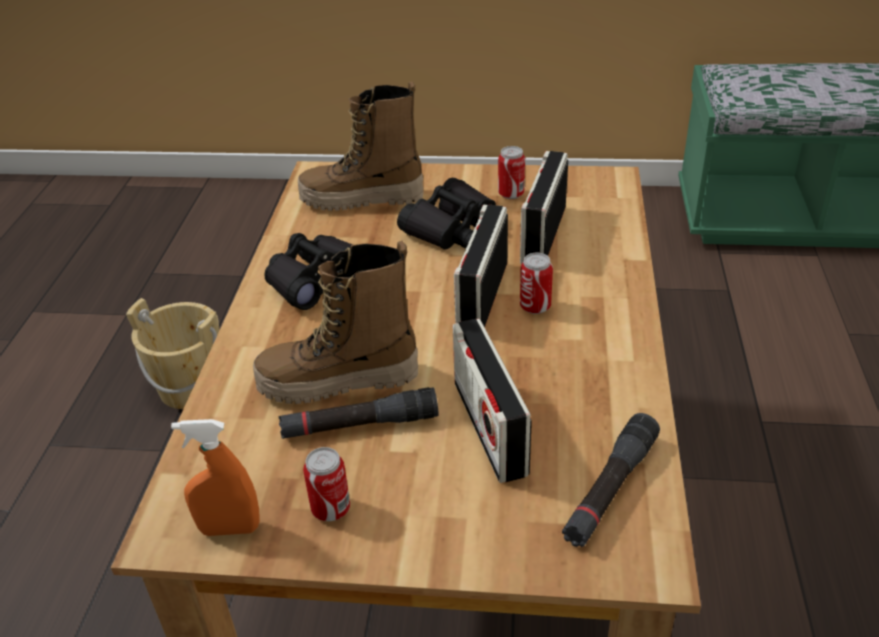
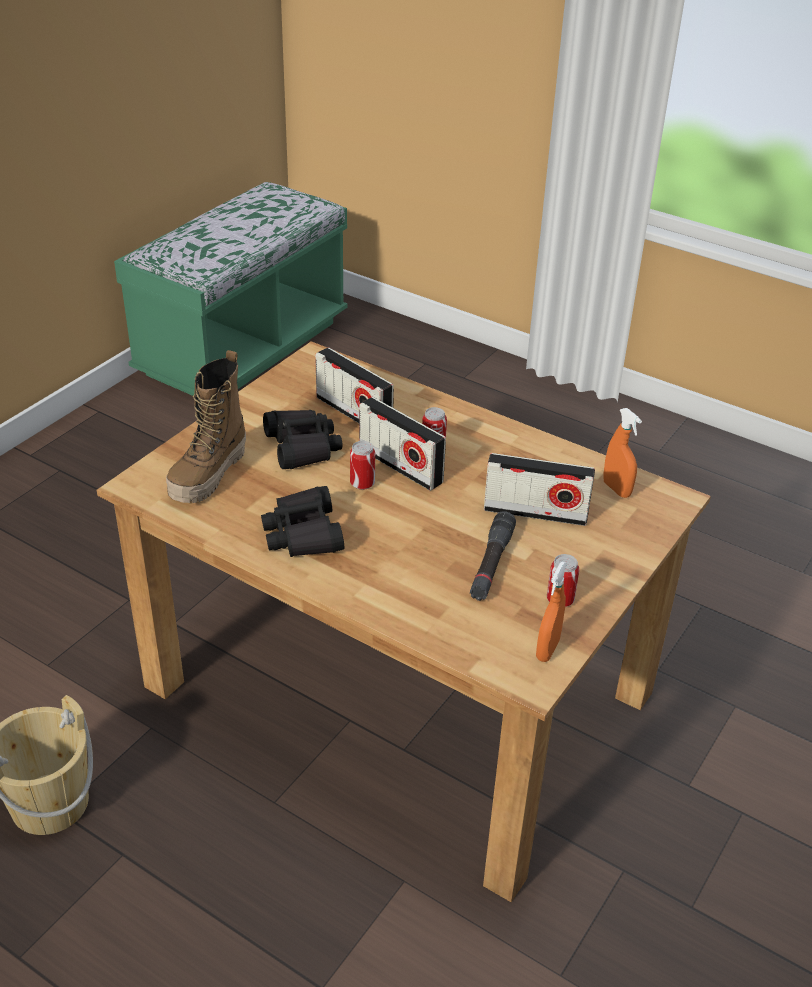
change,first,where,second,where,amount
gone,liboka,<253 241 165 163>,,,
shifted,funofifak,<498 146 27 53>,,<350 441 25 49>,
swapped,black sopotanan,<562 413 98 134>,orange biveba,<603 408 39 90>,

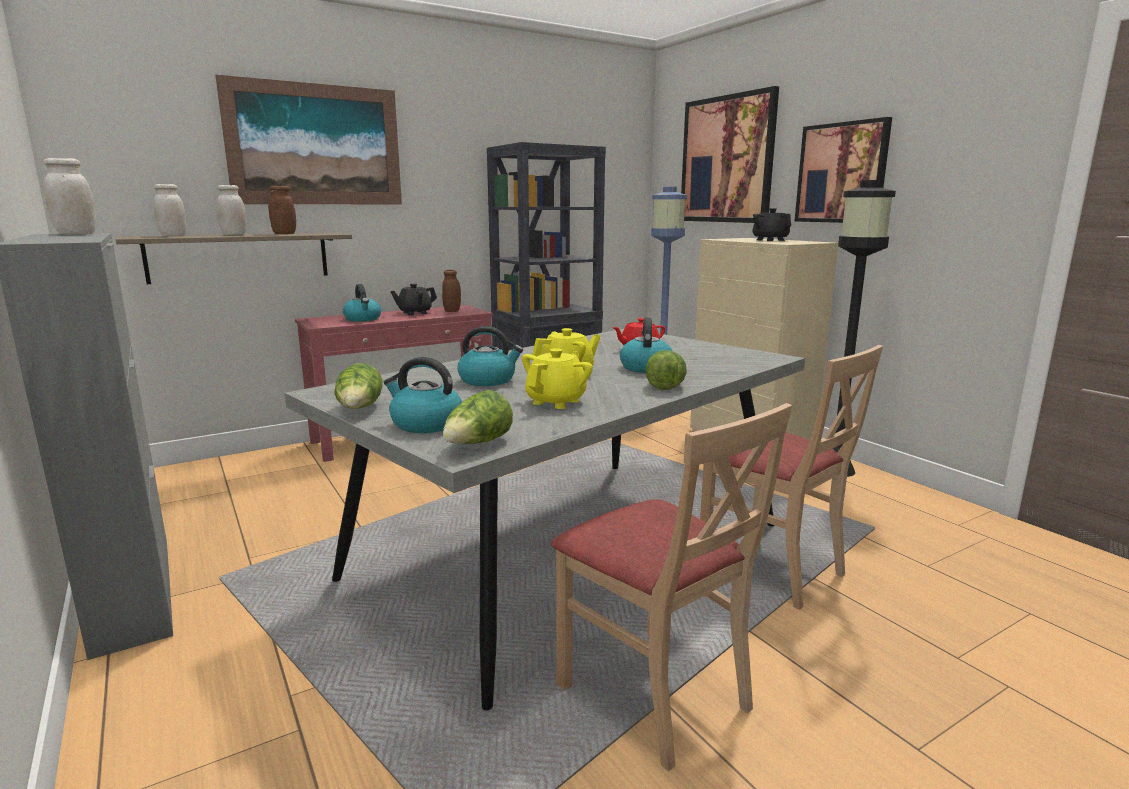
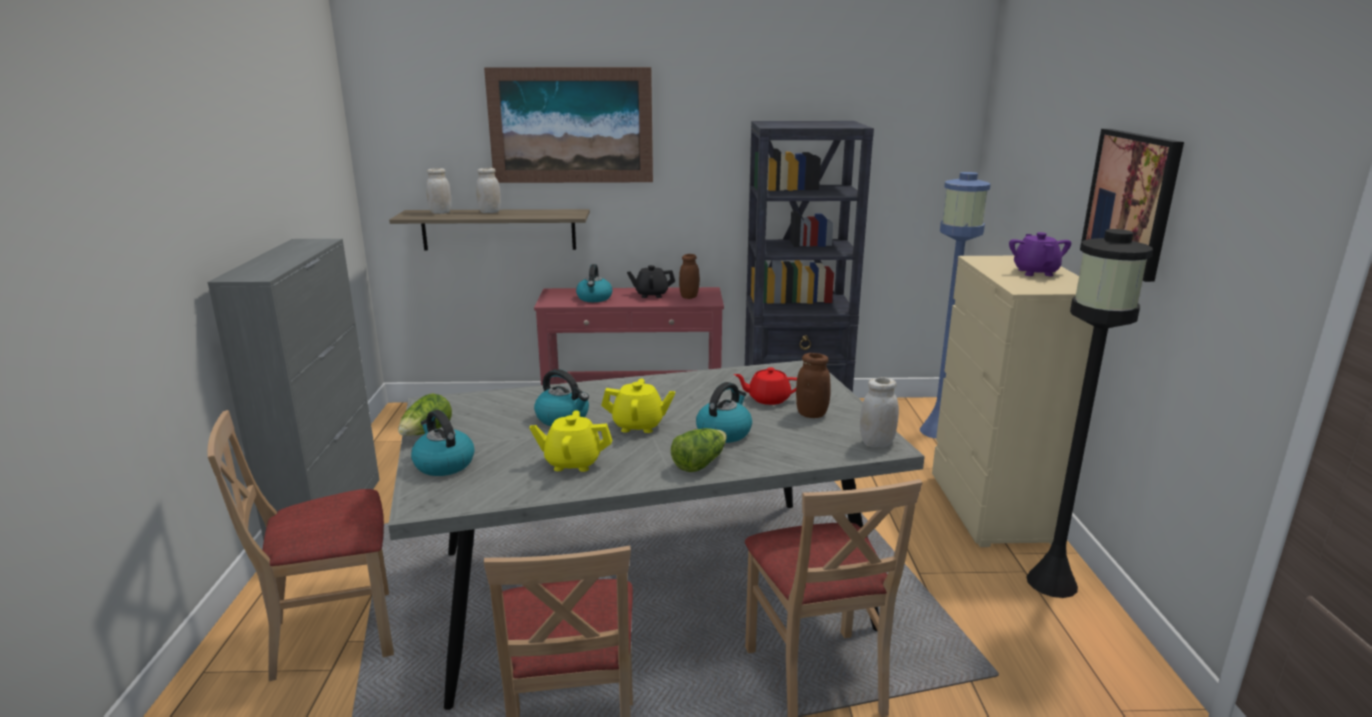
change,first,where,second,where,amount
gone,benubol,<443 390 70 54>,,,
gone,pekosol,<681 86 98 137>,,,
new,,,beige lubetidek,<207 410 187 272>,
shifted,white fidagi,<44 158 52 77>,,<860 377 39 71>,
shifted,brown fidagi,<268 186 28 48>,,<796 353 35 65>,
repainted,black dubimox,<753 208 38 33>,purple dubimox,<1009 232 62 44>,
rotated,yellow dubimox,<522 348 71 61>,,<529 410 83 62>,150 degrees counterclockwise

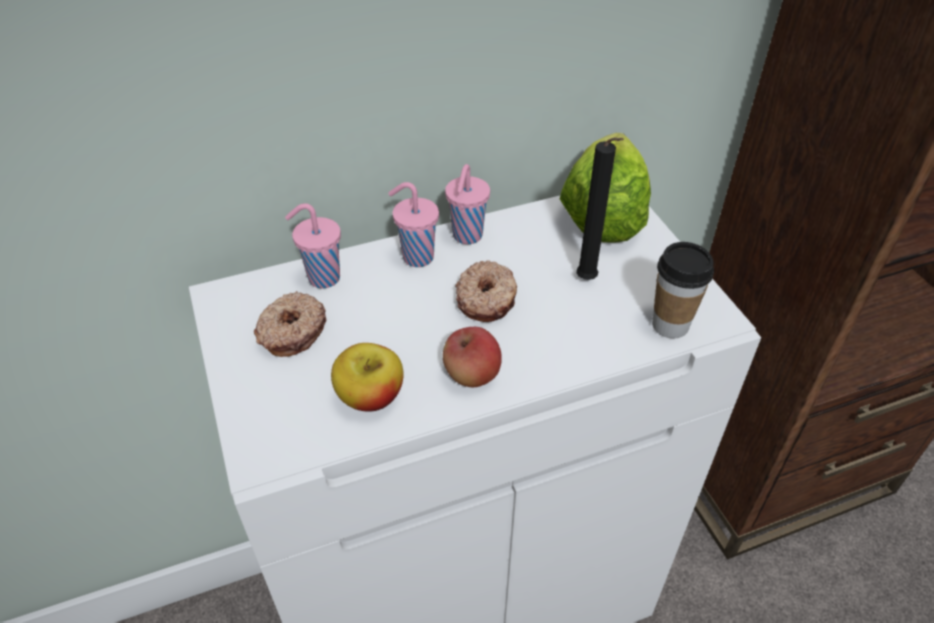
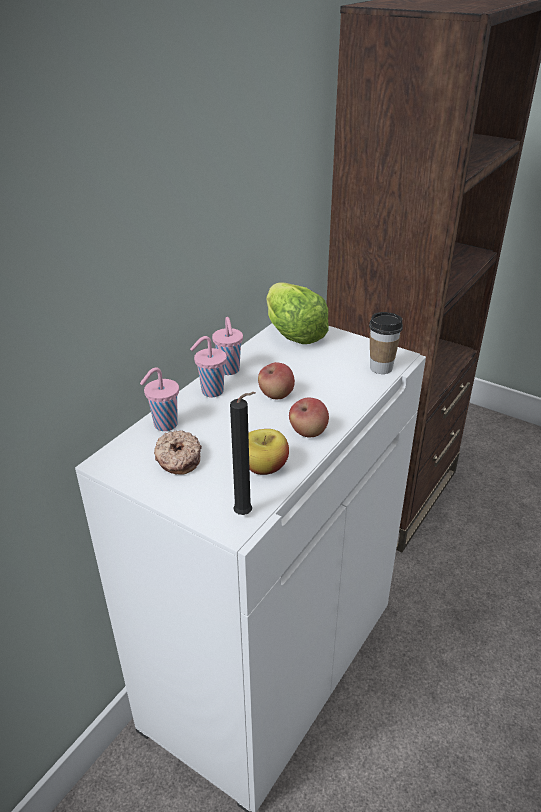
change,first,where,second,where,amount
shifted,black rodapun,<576 137 48 143>,,<230 392 25 123>,
swapped,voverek,<455 260 62 62>,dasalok,<258 362 37 37>,

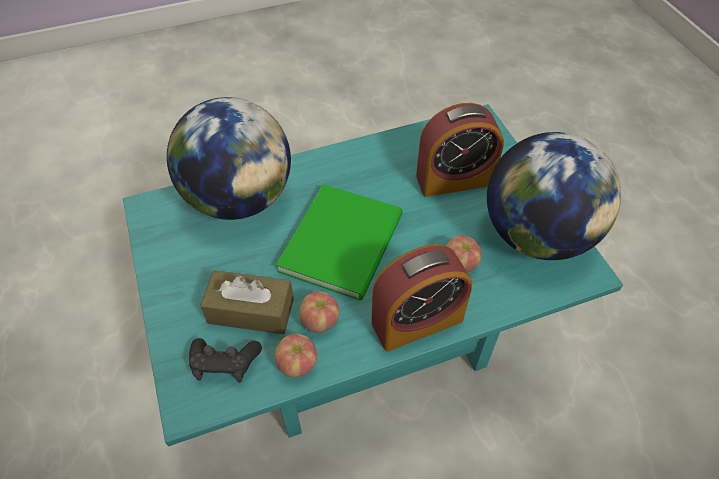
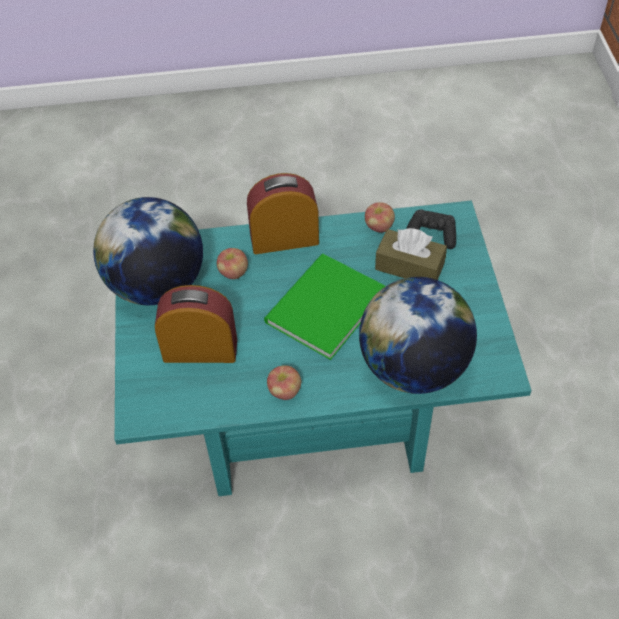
change,first,where,second,where,amount
shifted,dasalok,<299 291 41 42>,,<267 365 34 35>,

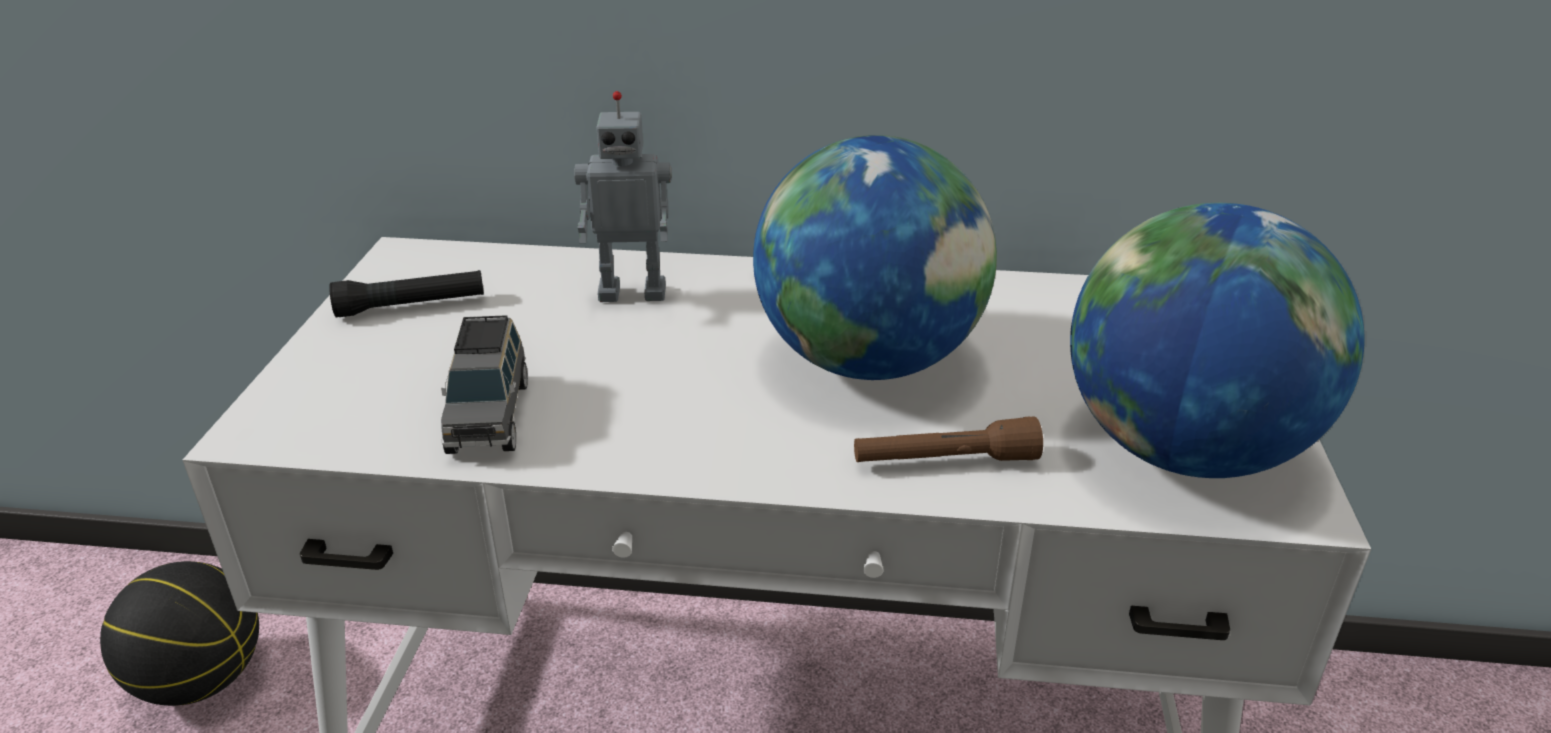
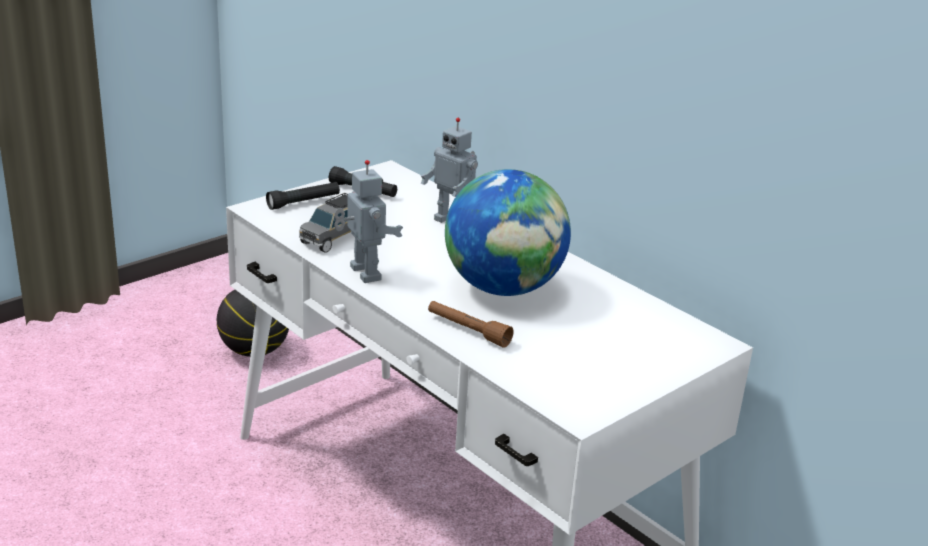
change,first,where,second,where,amount
gone,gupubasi,<1070 203 295 275>,,,
new,,,black sopotanan,<266 182 74 28>,
new,,,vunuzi,<334 160 69 123>,

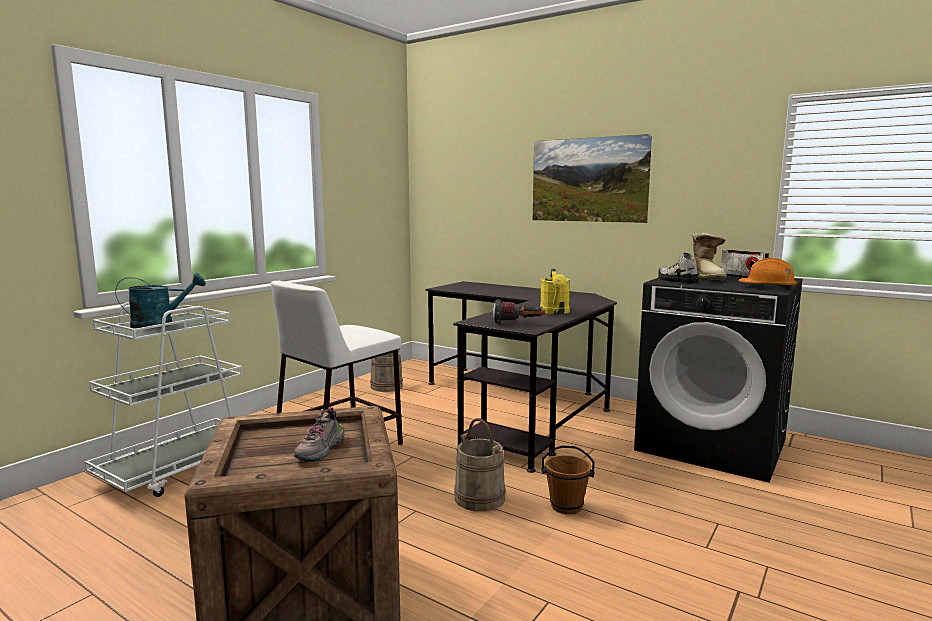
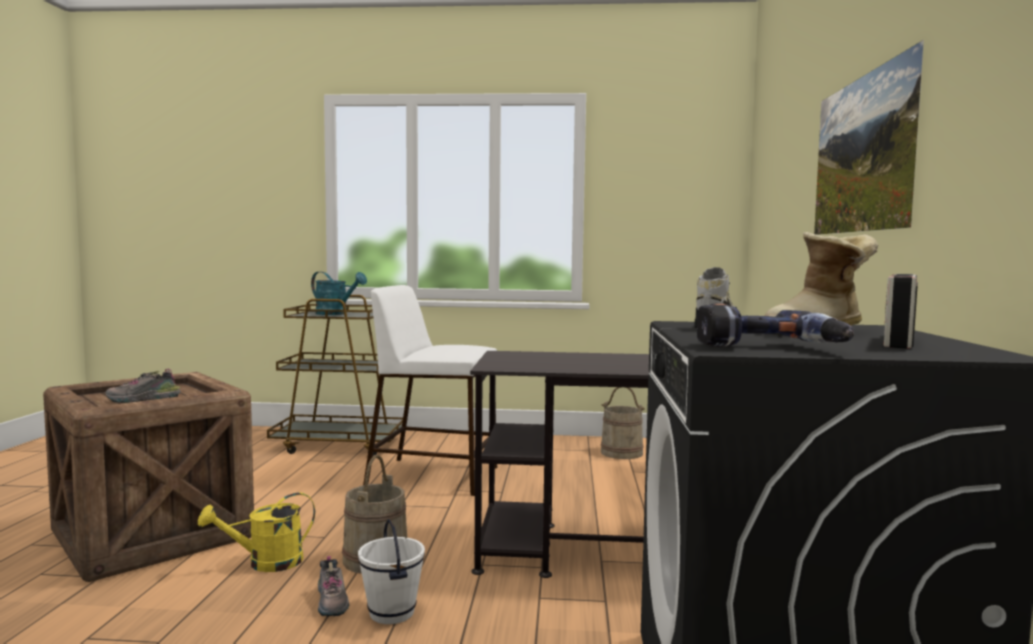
change,first,where,second,where,amount
gone,sopotanan,<493 300 52 23>,,,
new,,,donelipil,<318 556 31 61>,
shifted,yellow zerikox,<540 269 30 45>,,<198 493 117 79>,
swapped,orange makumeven,<738 258 60 32>,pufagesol,<696 303 158 44>,
repainted,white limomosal,<85 302 158 195>,brown limomosal,<267 295 136 161>,
repainted,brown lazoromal,<541 445 54 69>,white lazoromal,<358 519 67 105>,

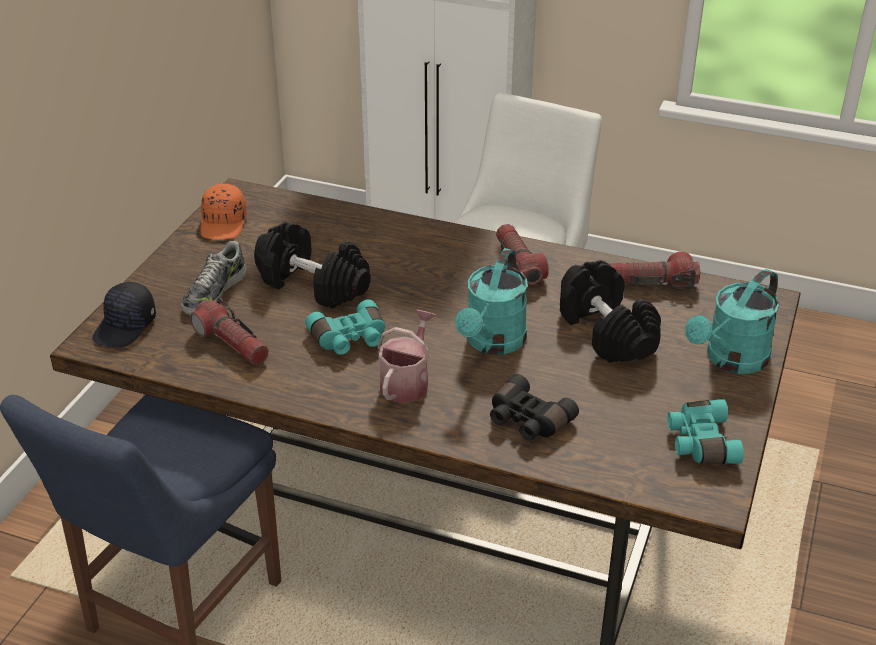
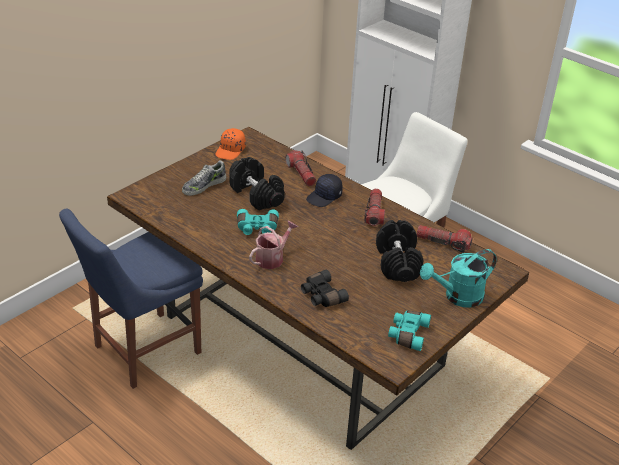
change,first,where,second,where,amount
gone,turquoise zerikox,<455 248 73 107>,,,
shifted,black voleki,<92 282 64 65>,,<306 174 37 33>,
shifted,sopotanan,<190 298 79 67>,,<285 150 31 36>,

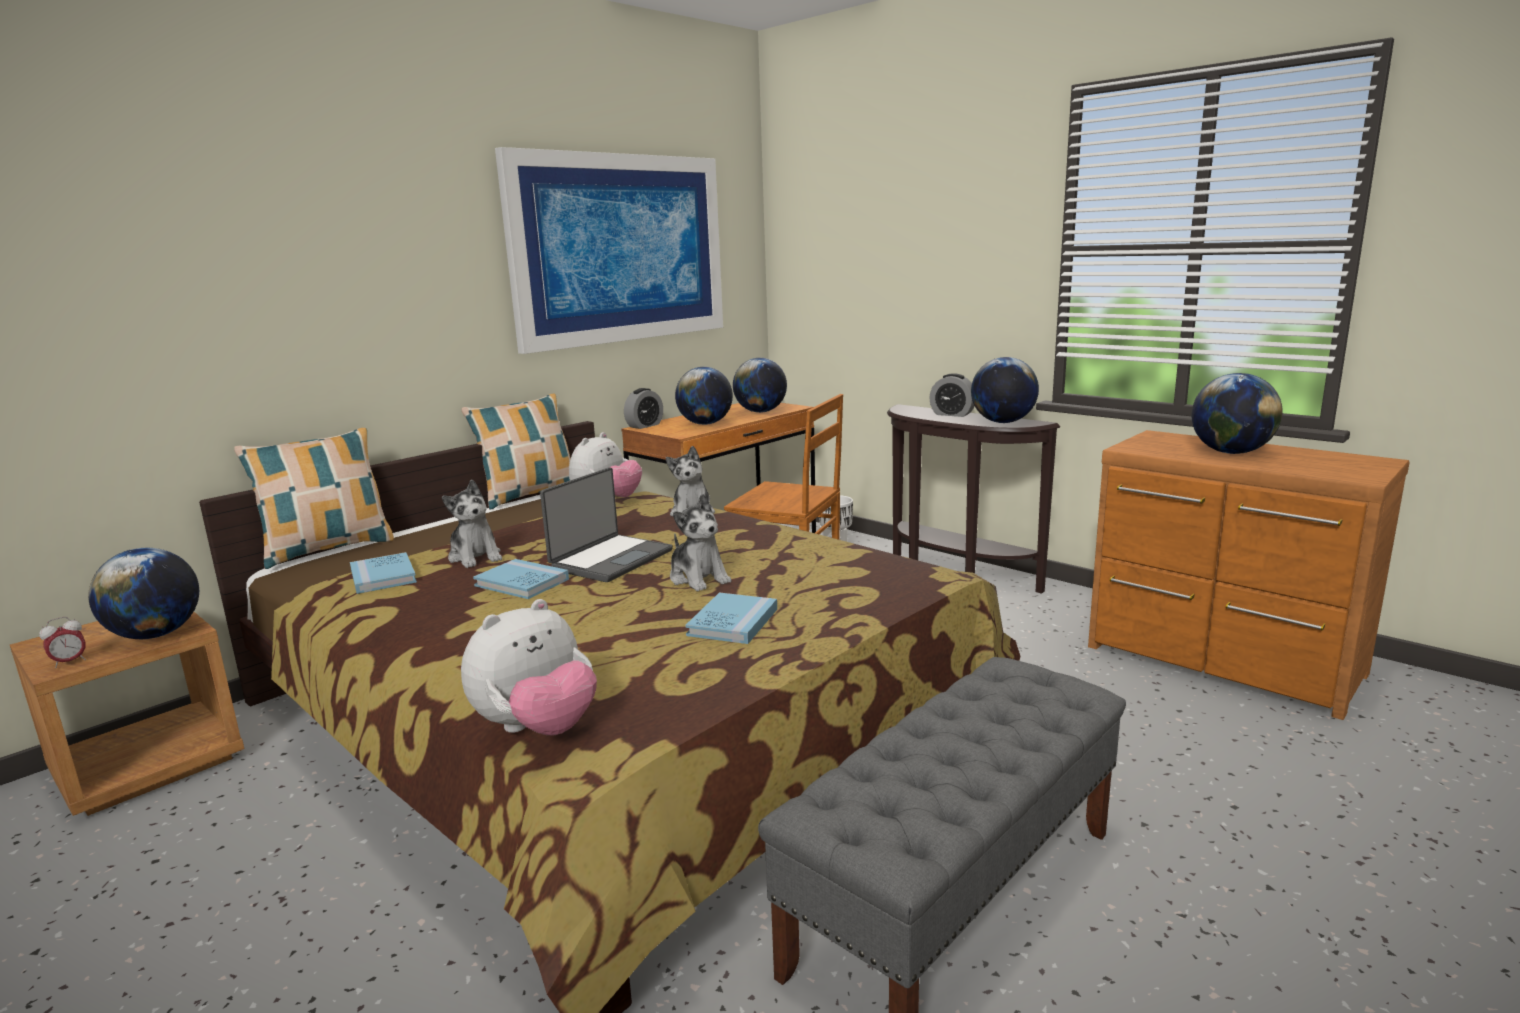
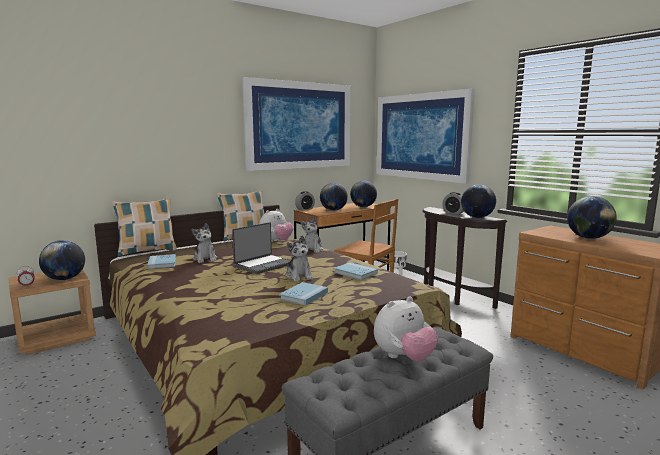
change,first,where,second,where,amount
new,,,pekosol,<377 89 98 95>,
shifted,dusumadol,<461 599 136 136>,,<374 297 64 64>,
shifted,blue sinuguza,<473 559 96 40>,,<334 262 44 18>,

